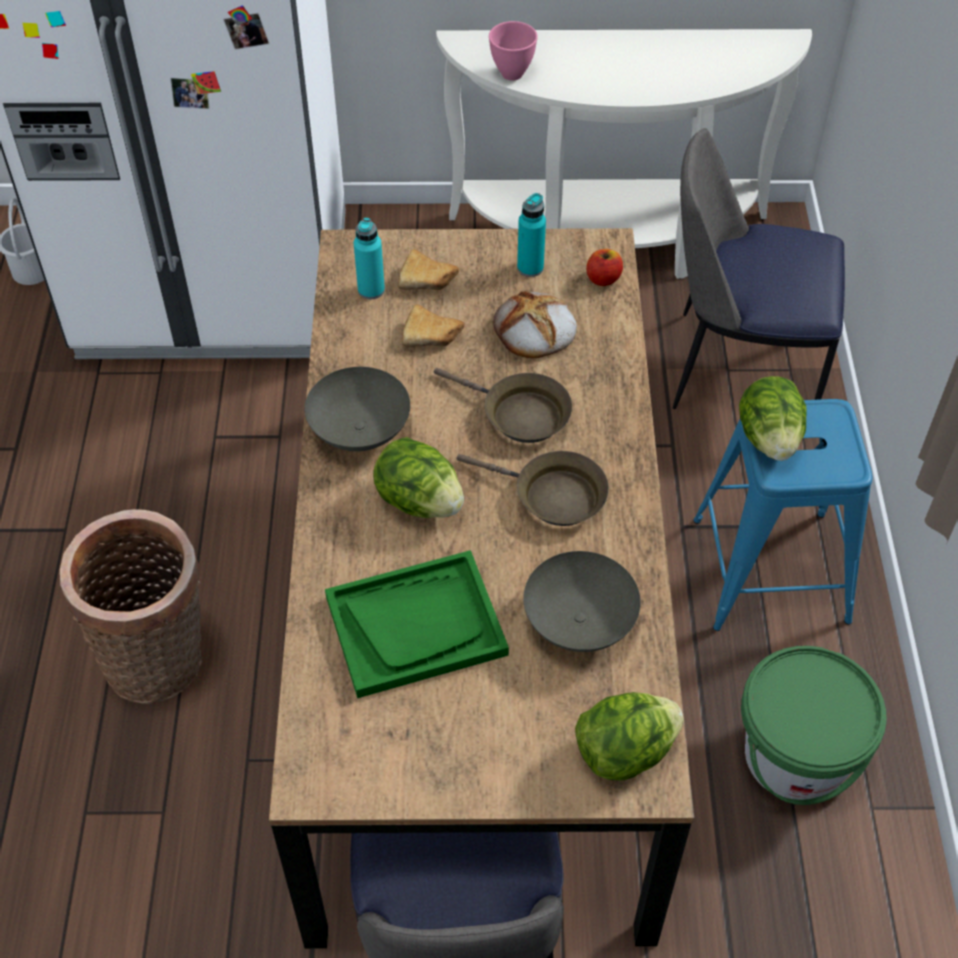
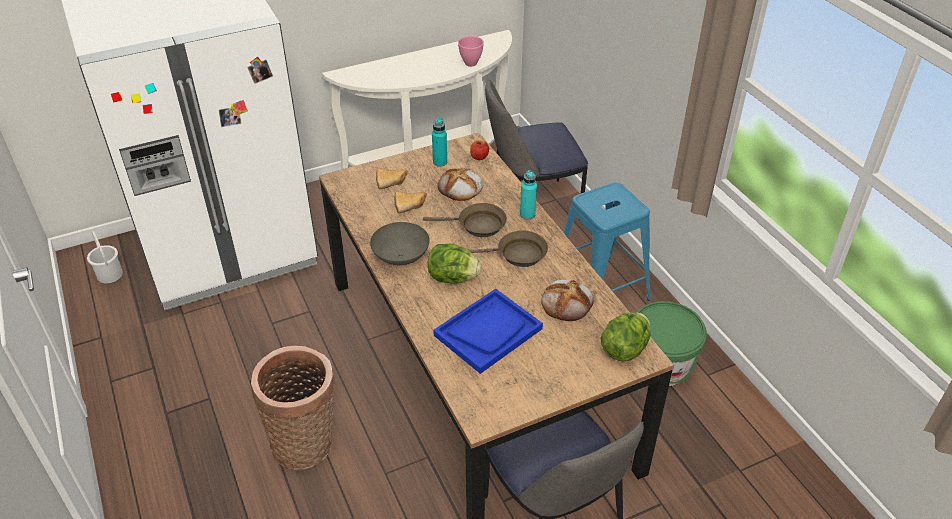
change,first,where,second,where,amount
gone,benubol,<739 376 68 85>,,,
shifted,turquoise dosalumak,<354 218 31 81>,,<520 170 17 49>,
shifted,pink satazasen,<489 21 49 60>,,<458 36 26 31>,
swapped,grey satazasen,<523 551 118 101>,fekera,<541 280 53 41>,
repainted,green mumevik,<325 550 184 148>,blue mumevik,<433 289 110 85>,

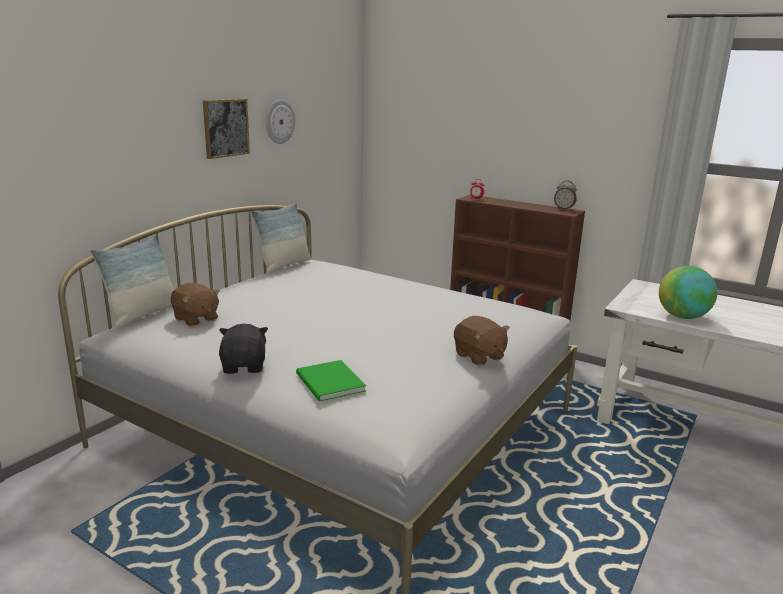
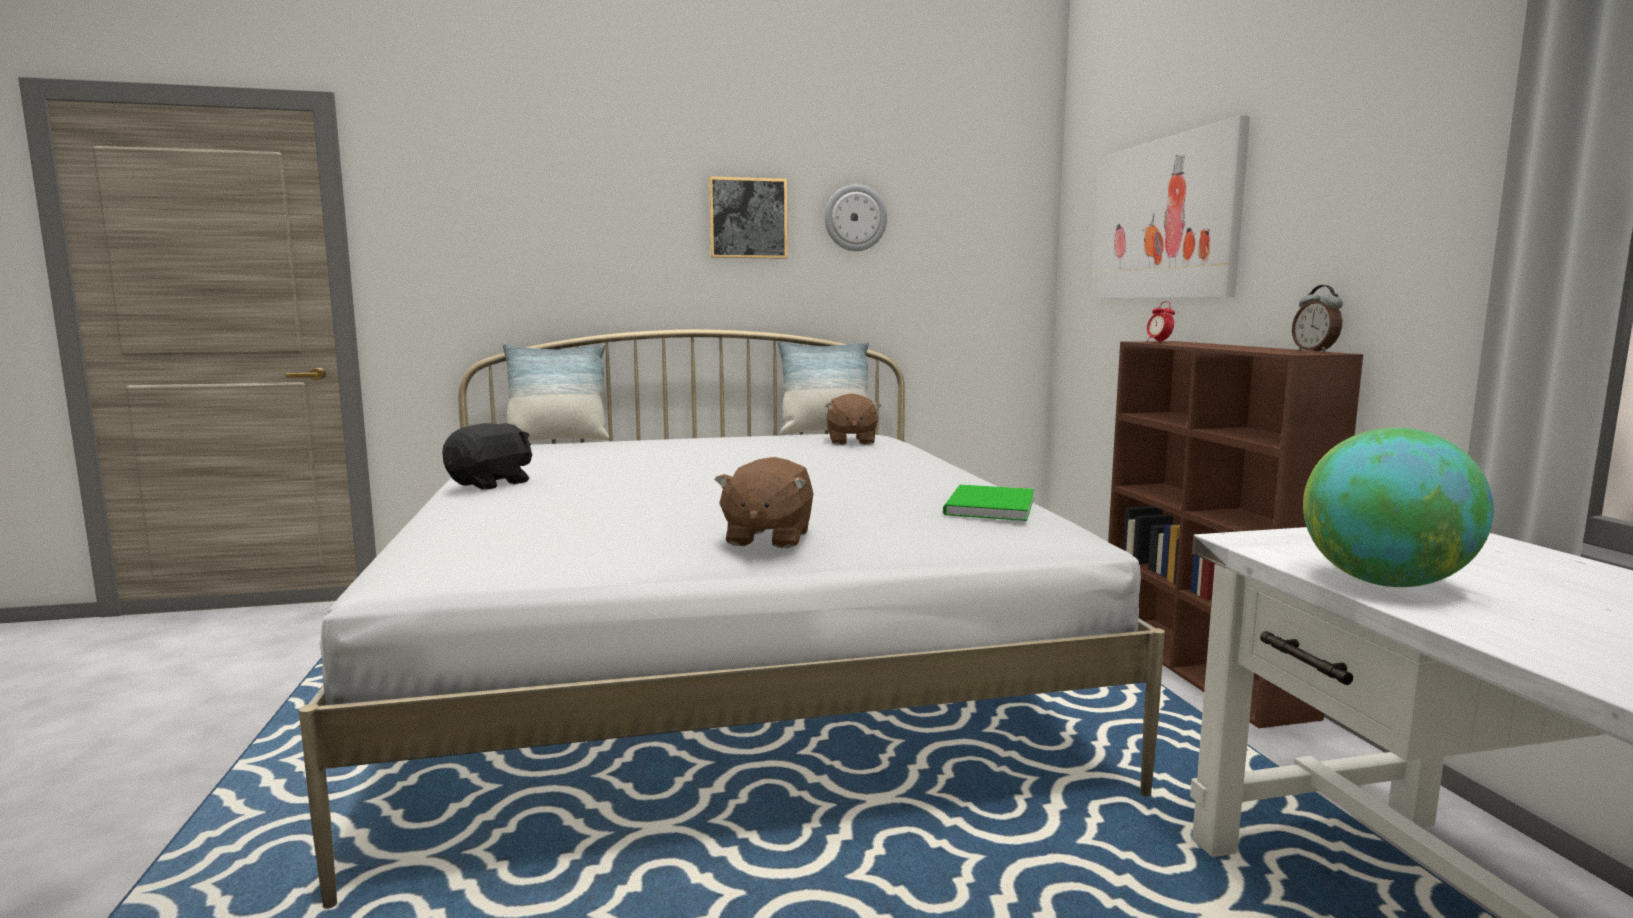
change,first,where,second,where,amount
new,,,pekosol,<1091 115 159 183>,
shifted,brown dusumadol,<171 283 49 43>,,<826 393 55 52>,
shifted,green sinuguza,<296 360 70 42>,,<943 484 91 37>,

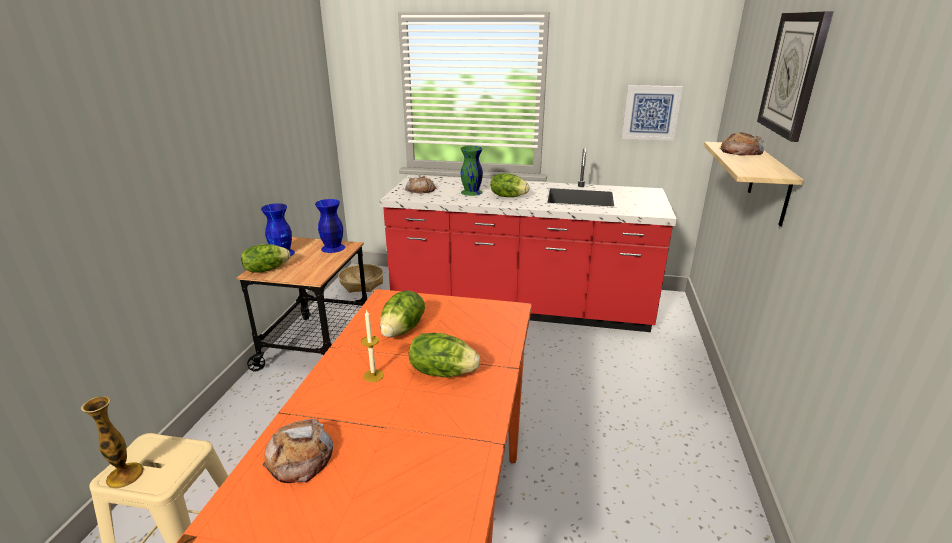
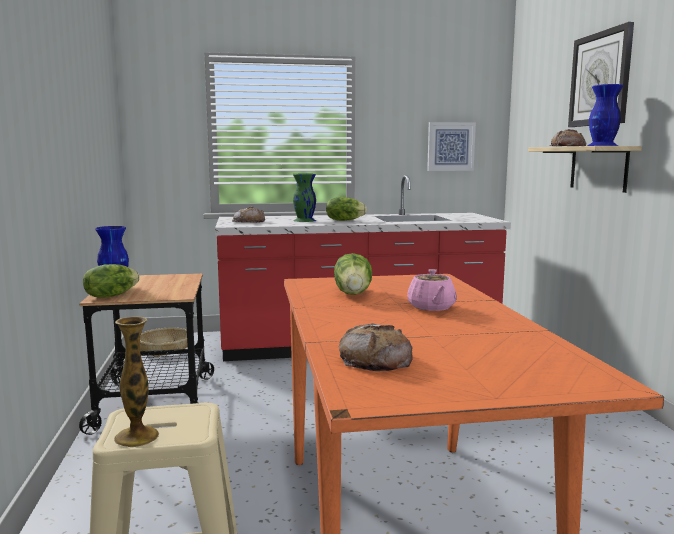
change,first,where,second,where,amount
gone,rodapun,<361 310 23 72>,,,
shifted,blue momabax,<315 199 30 54>,,<588 84 35 62>,
swapped,benubol,<409 333 71 44>,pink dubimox,<407 269 50 42>,

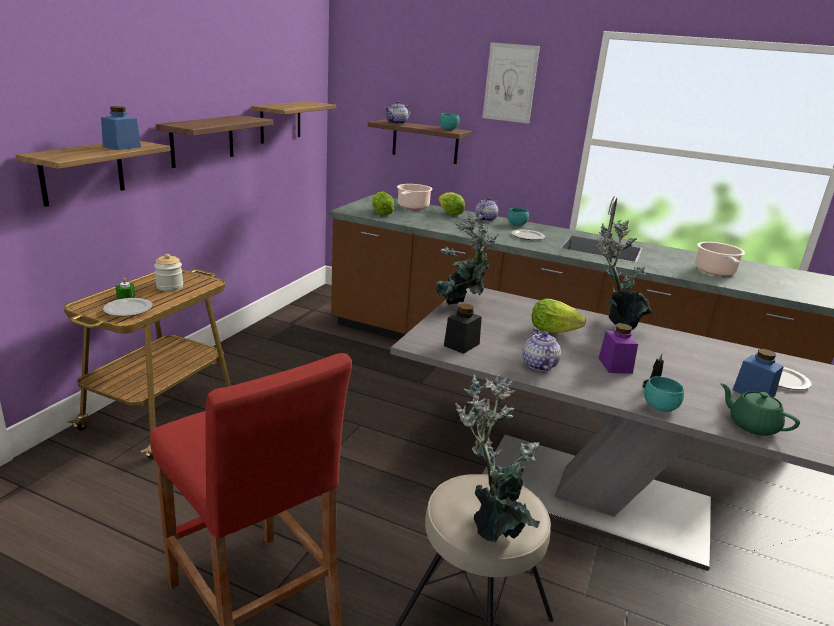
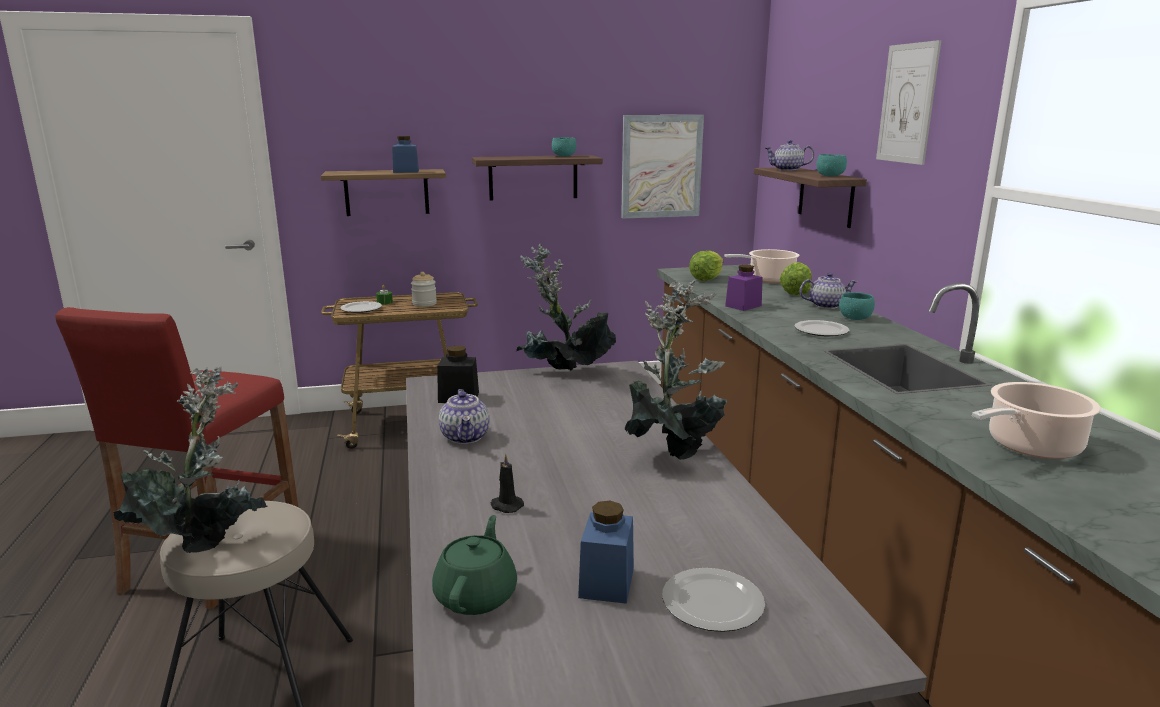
change,first,where,second,where,amount
gone,benubol,<532 299 54 34>,,,
shifted,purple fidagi,<599 323 39 51>,,<725 265 37 46>,
shifted,turquoise satazasen,<644 376 40 36>,,<552 137 24 20>,
swapped,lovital,<251 101 85 43>,pekosol,<621 115 83 104>,
rotated,dubimox,<522 328 39 43>,,<439 389 51 55>,120 degrees clockwise

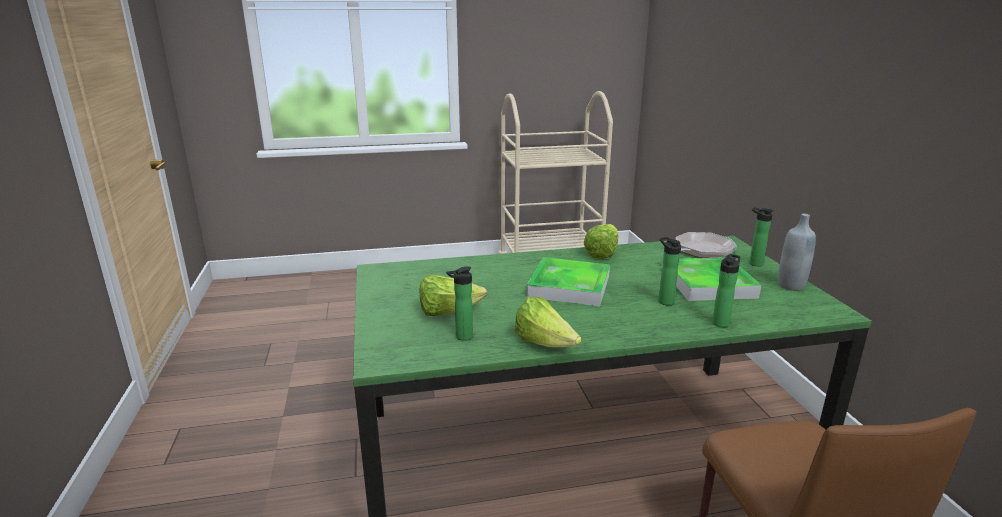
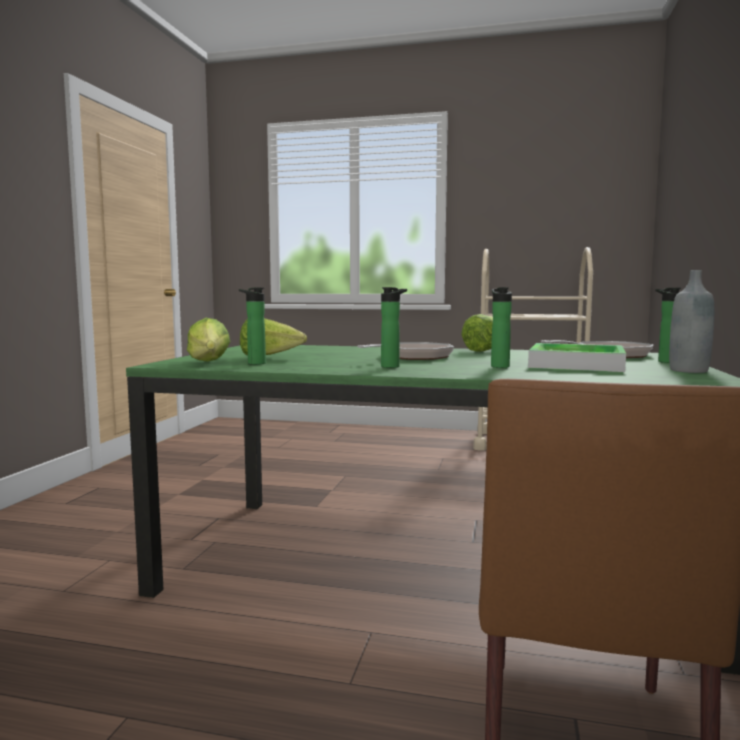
change,first,where,second,where,amount
shifted,benubol,<515 296 66 52>,,<187 318 44 44>,
shifted,dosalumak,<712 254 29 73>,,<381 287 26 81>,
swapped,mumevik,<527 257 83 50>,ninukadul,<357 342 97 18>,

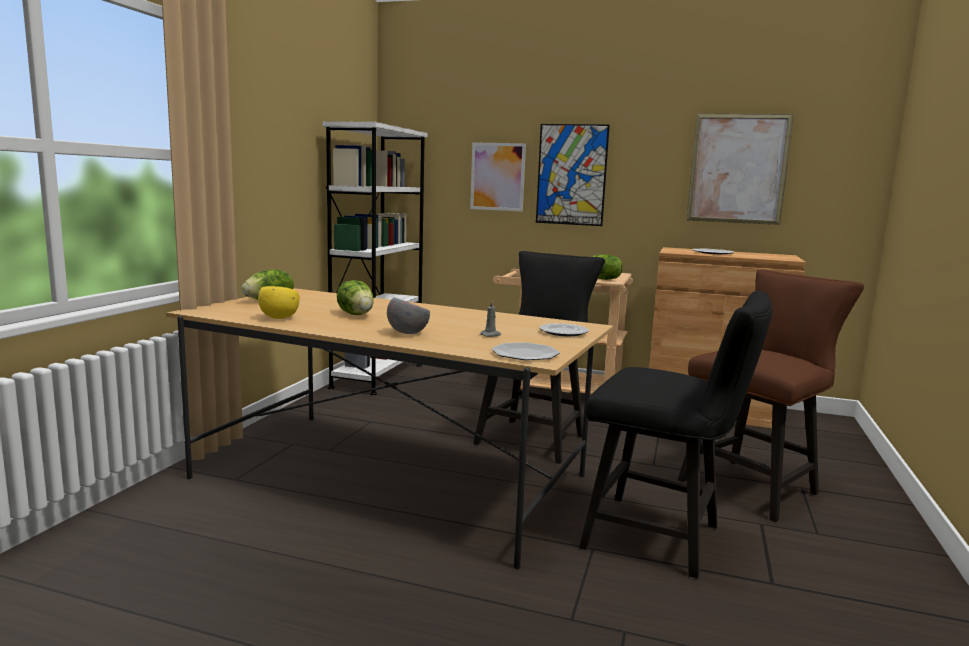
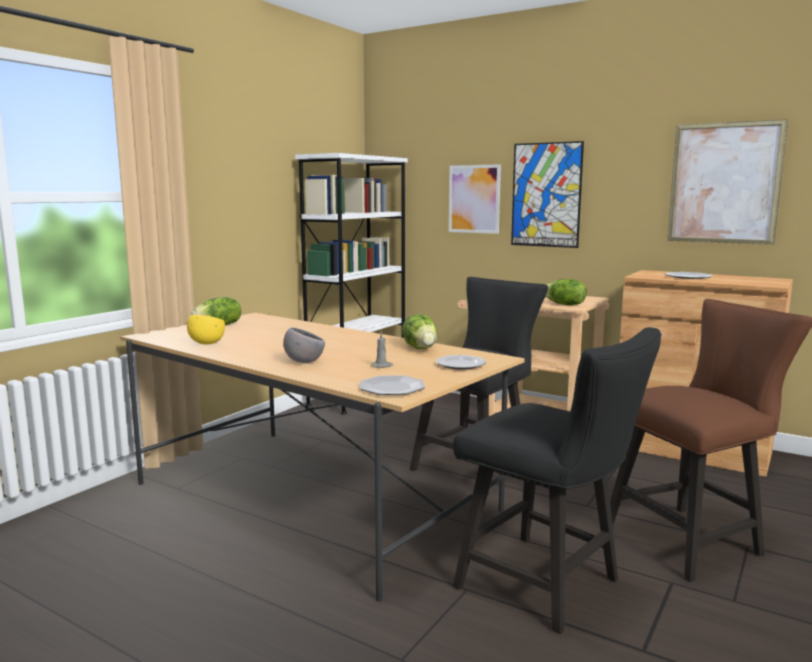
change,first,where,second,where,amount
shifted,benubol,<337 280 37 35>,,<402 314 35 35>,

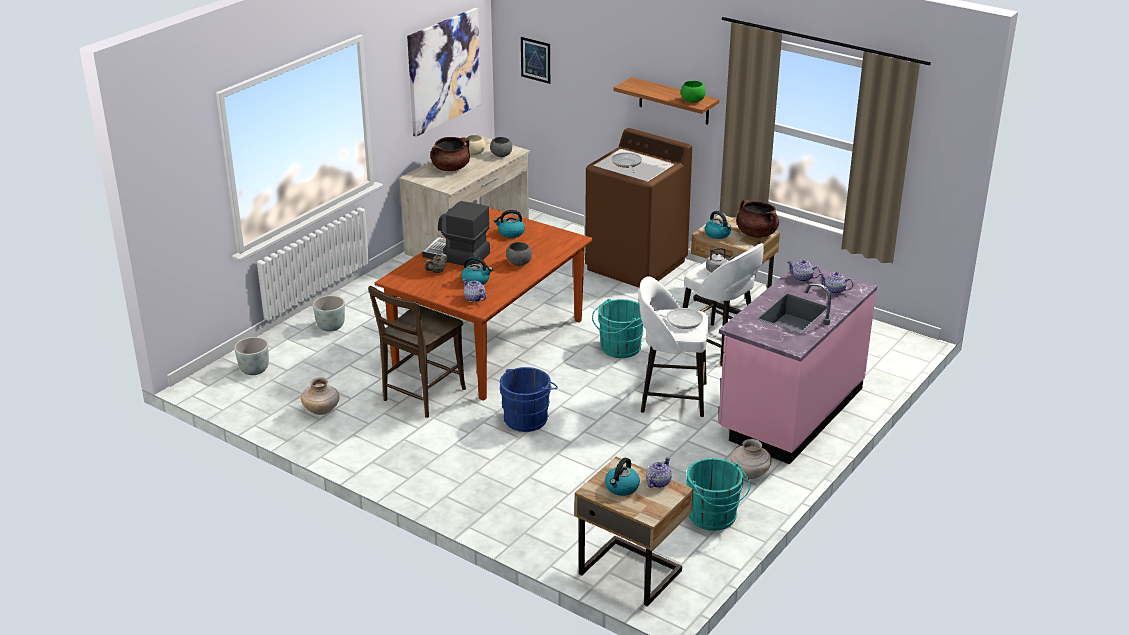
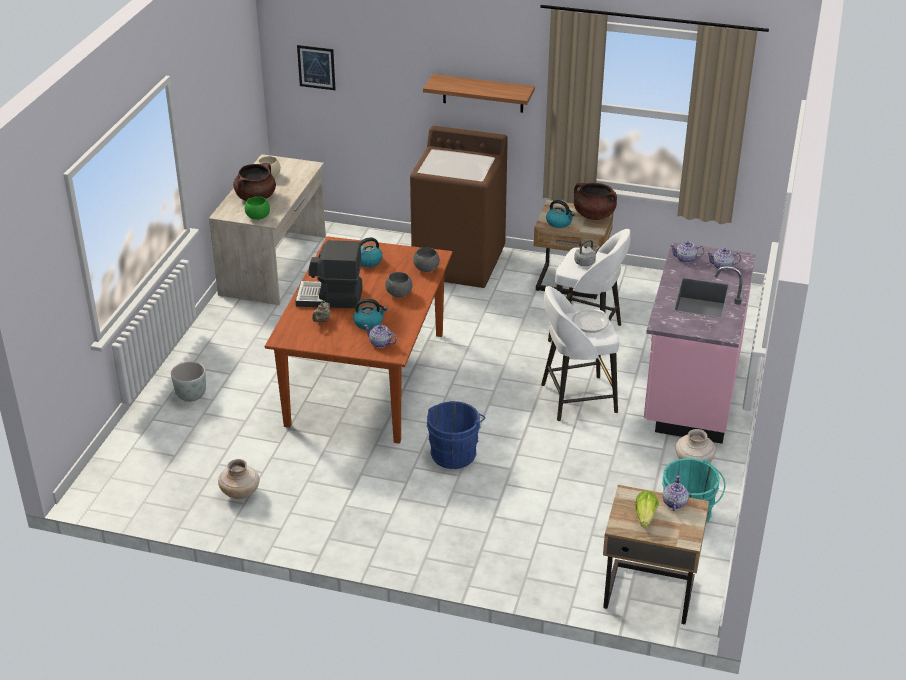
change,first,where,second,where,amount
gone,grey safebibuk,<234 337 35 38>,,,
gone,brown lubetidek,<368 286 98 132>,,,
gone,pekosol,<407 8 74 129>,,,
gone,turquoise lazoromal,<592 299 52 59>,,,
gone,ninukadul,<612 152 30 21>,,,
shifted,grey satazasen,<490 137 22 20>,,<413 247 27 25>,
shifted,green satazasen,<681 81 25 22>,,<245 196 25 24>,
swapped,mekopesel,<605 458 35 38>,benubol,<635 491 24 37>,

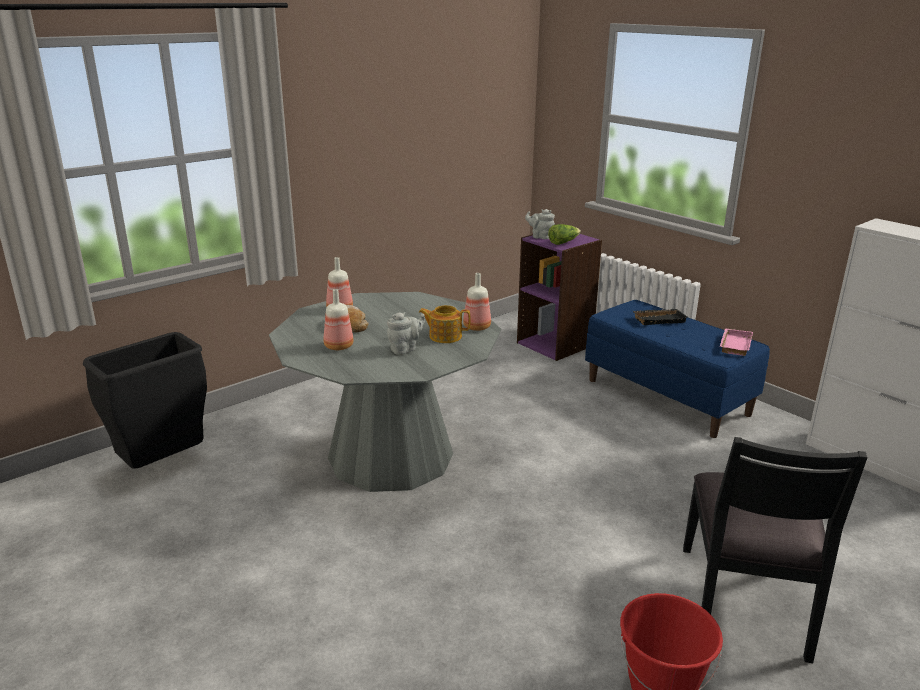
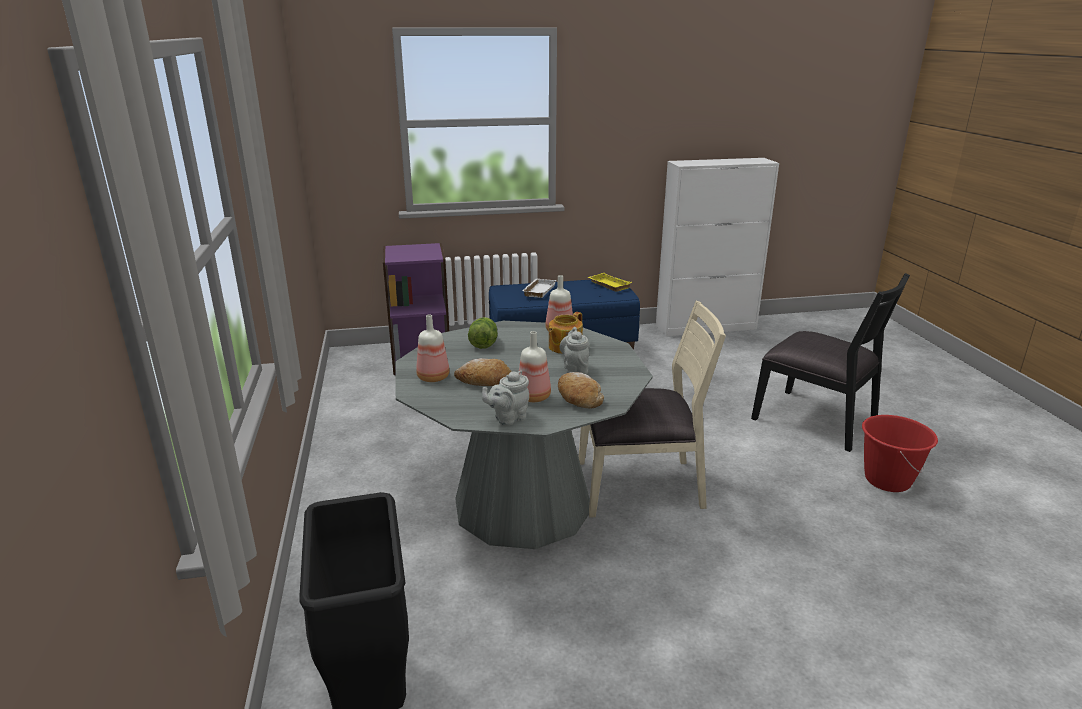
change,first,where,second,where,amount
new,,,fekera,<558 372 46 37>,
new,,,beige lubetidek,<579 301 147 217>,
shifted,grey dubimox,<525 209 30 30>,,<482 371 47 54>,
shifted,benubol,<548 224 33 21>,,<468 317 30 32>,
repainted,black mumevik,<633 309 55 16>,white mumevik,<522 279 34 19>,
repainted,pink mumevik,<720 329 33 27>,yellow mumevik,<588 273 44 19>,

